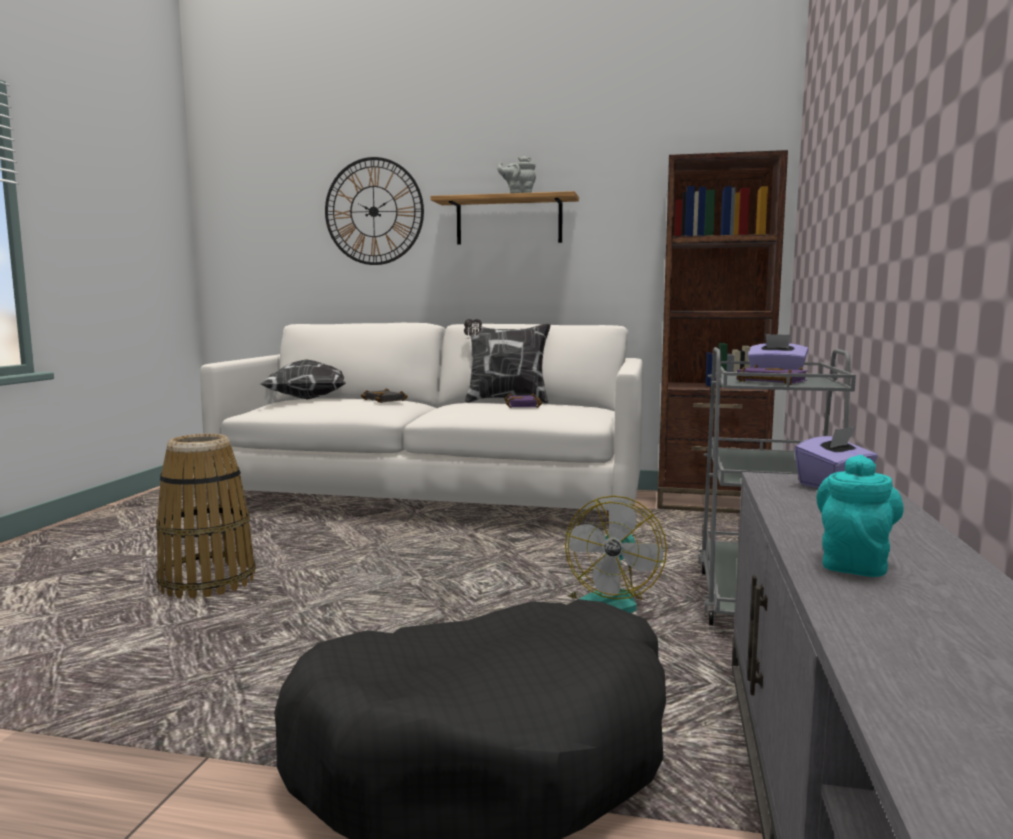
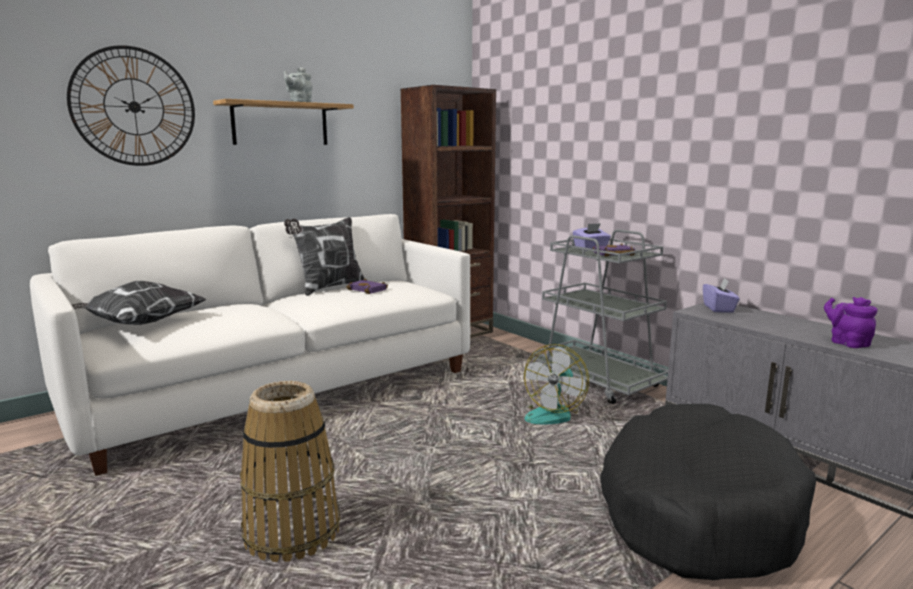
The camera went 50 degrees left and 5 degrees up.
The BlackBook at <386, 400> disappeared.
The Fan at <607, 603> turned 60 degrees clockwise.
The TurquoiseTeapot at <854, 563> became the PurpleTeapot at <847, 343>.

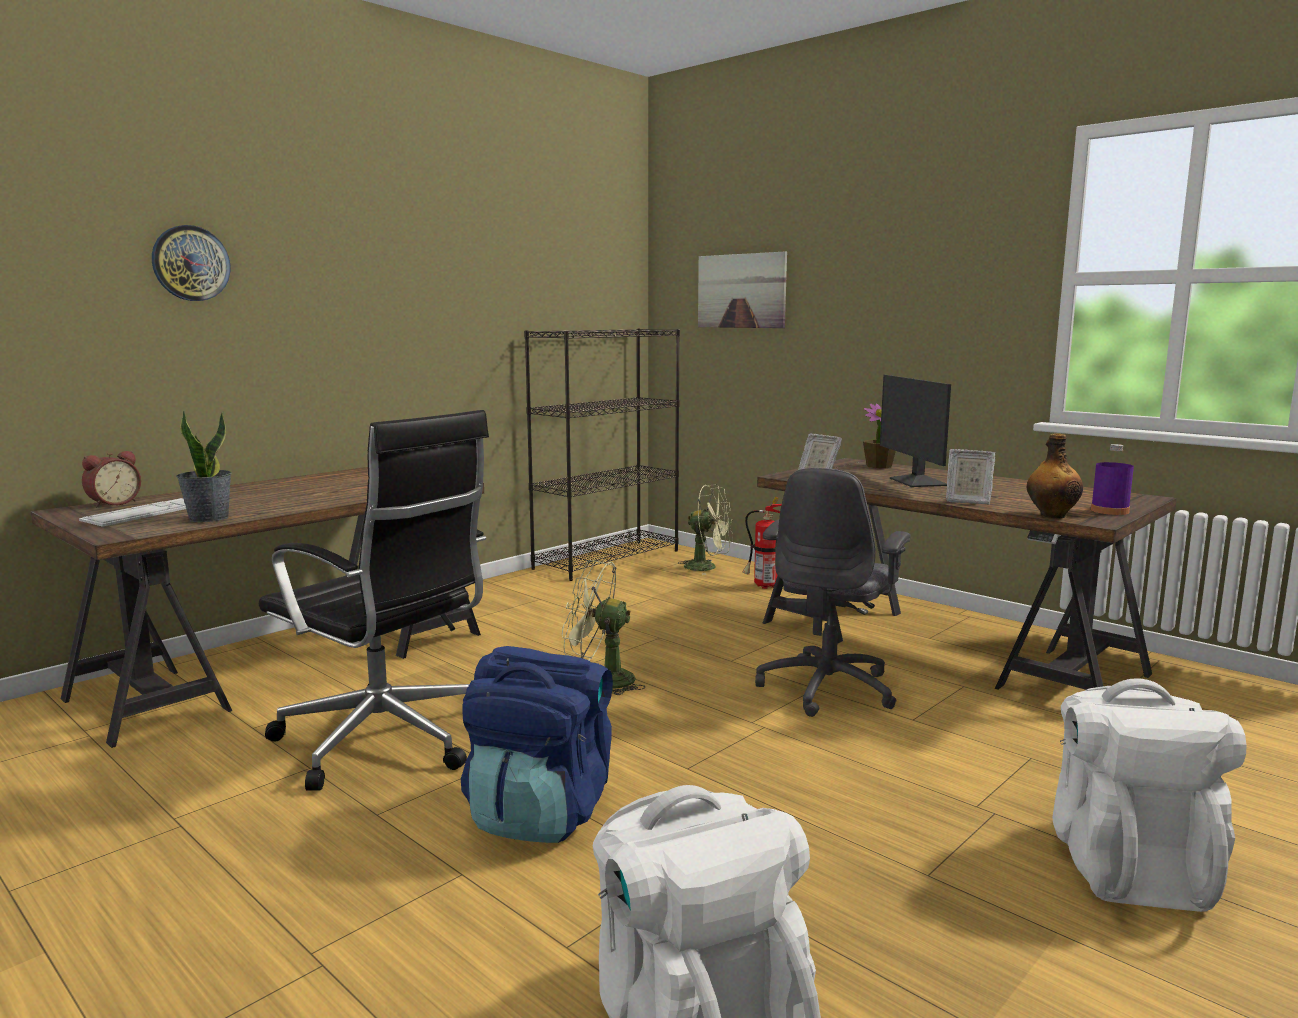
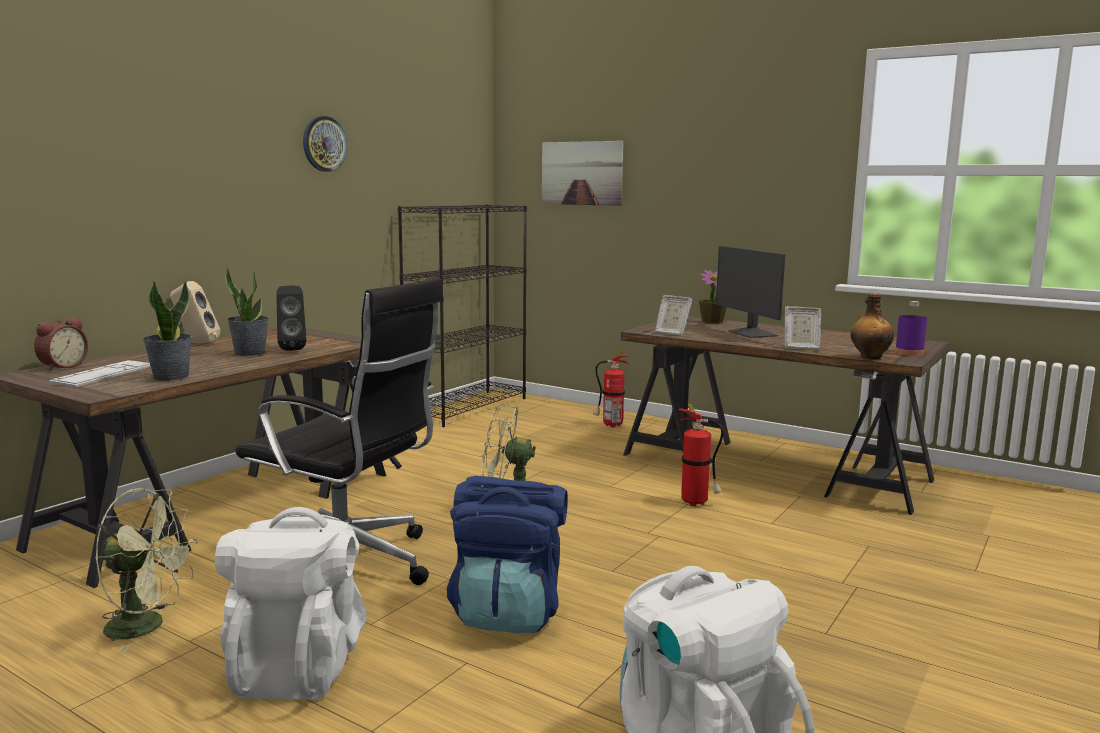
The camera went 10 degrees left and 0 degrees up.
The WallClock moved from <190, 263> to <324, 144>.
The GreenFan moved from <707, 567> to <147, 626>.
The GreyOfficeChair at <828, 688> was replaced by the FireExtinguisher at <697, 503>.
The WhiteBackpack moved from <1129, 865> to <297, 665>.
The BeigeSpeaker at <196, 343> appeared.
The PottedPlant at <250, 353> appeared.
The BlackSpeaker at <292, 349> appeared.

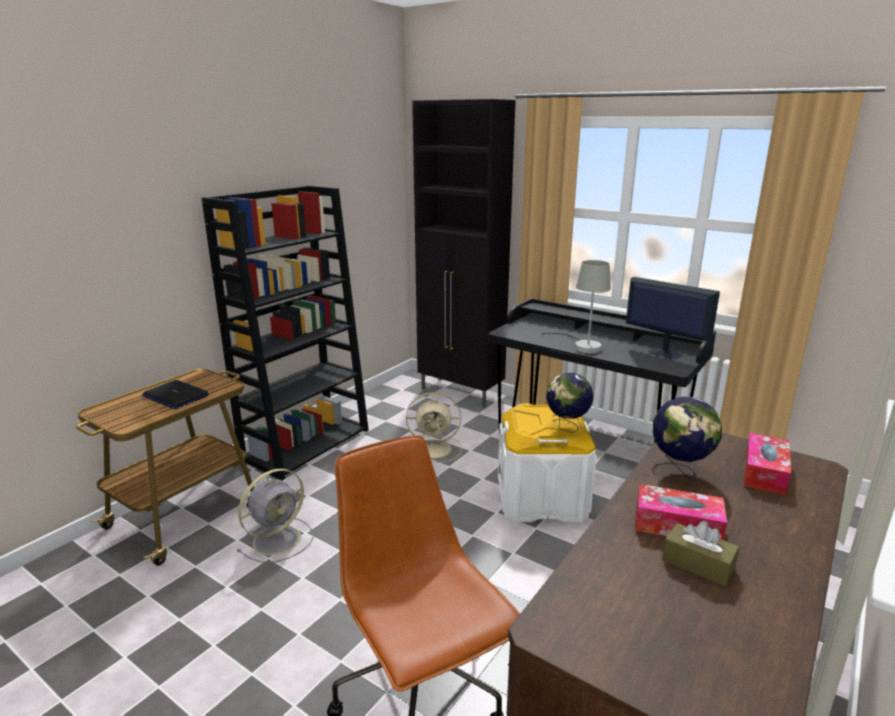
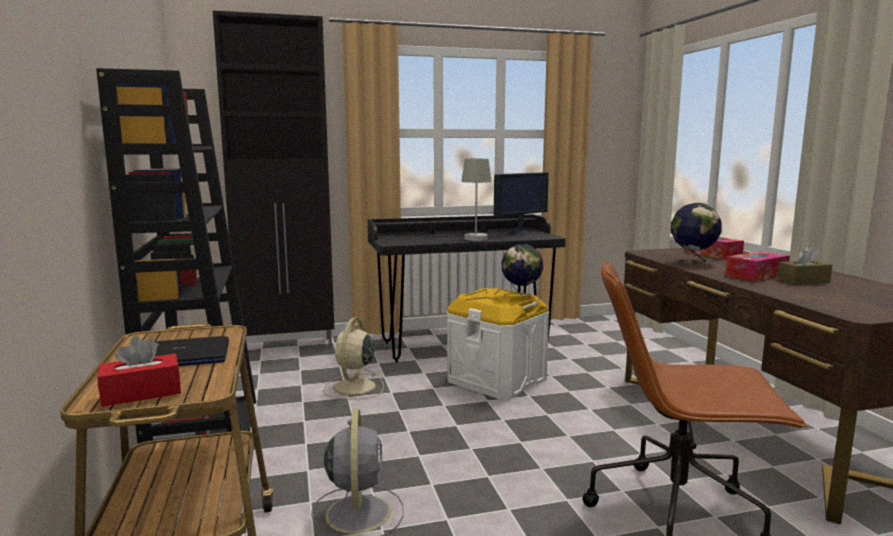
The camera went 50 degrees left and 10 degrees down.
The BeigeFan at <435, 449> turned 150 degrees clockwise.
The Monitor at <664, 353> turned 150 degrees clockwise.
The RedTissueBox at <141, 393> appeared.

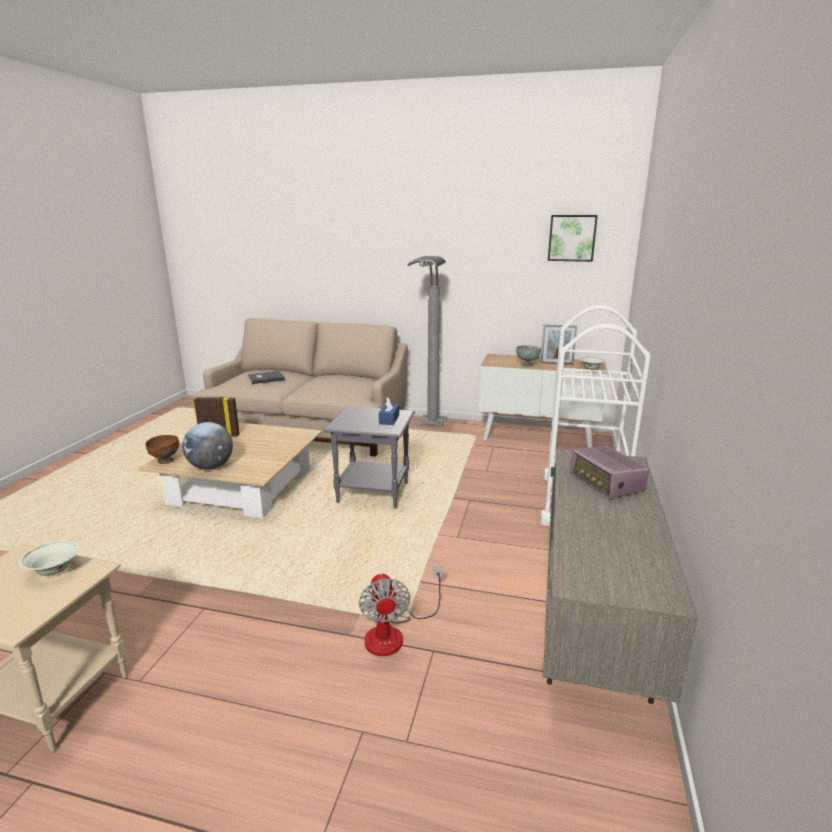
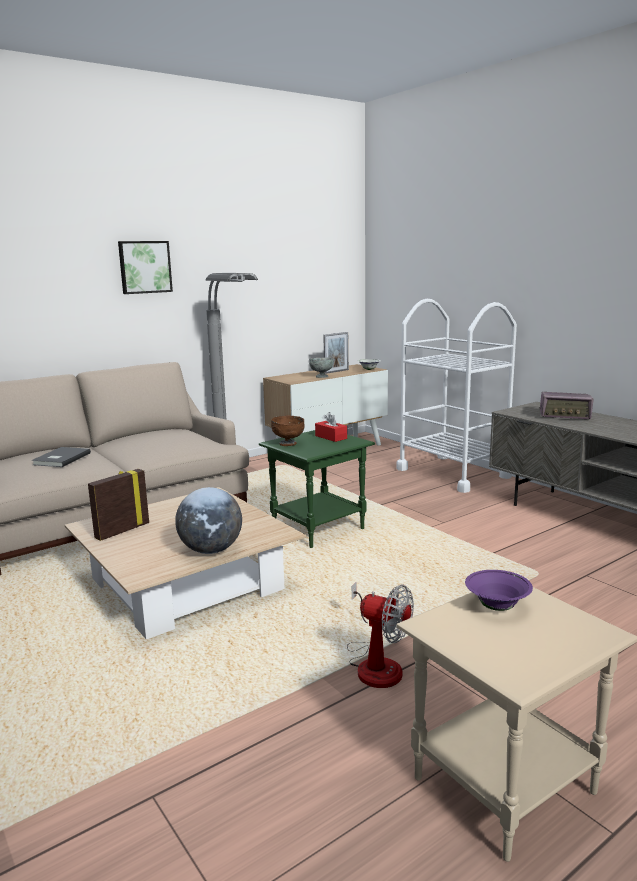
The camera went 50 degrees left and 5 degrees down.
The WhiteBowl at <54, 571> became the PurpleBowl at <497, 607>.
The BrownBowl moved from <165, 461> to <288, 444>.
The GreySideTable at <374, 493> became the GreenSideTable at <319, 529>.
The Fan moved from <394, 633> to <375, 663>.
The BlueTissueBox at <389, 419> became the RedTissueBox at <331, 437>.
The Picture moved from <572, 238> to <144, 267>.

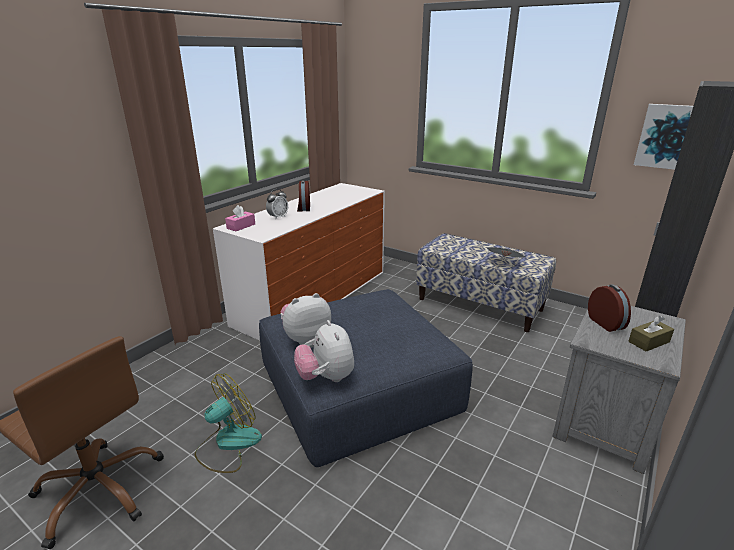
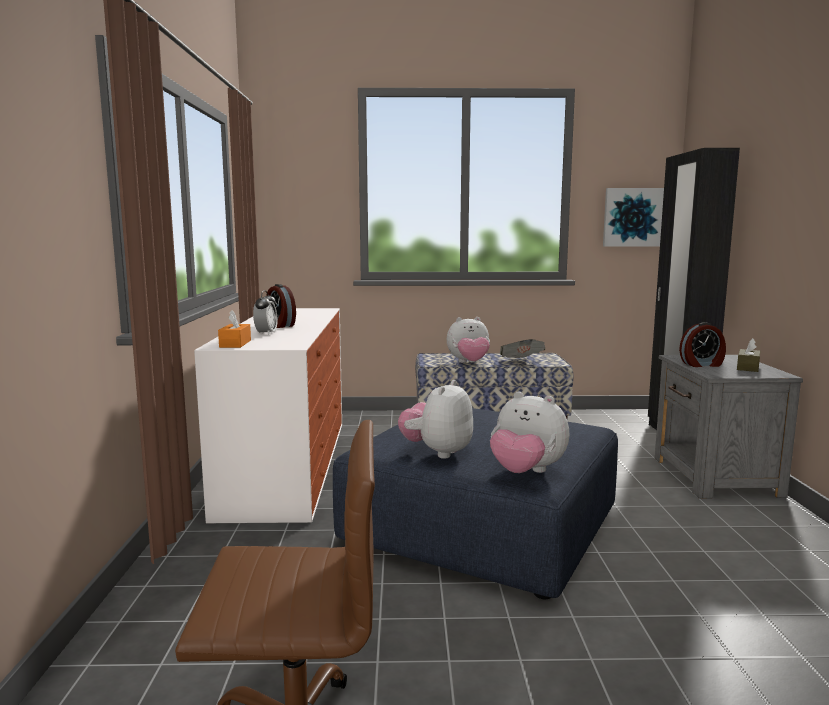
The camera went 35 degrees left and 15 degrees down.
The Fan at <228, 444> disappeared.
The PinkTissueBox at <241, 226> became the OrangeTissueBox at <235, 344>.
The AlarmClock at <606, 323> turned 135 degrees clockwise.
The PlushToy at <469, 363> appeared.

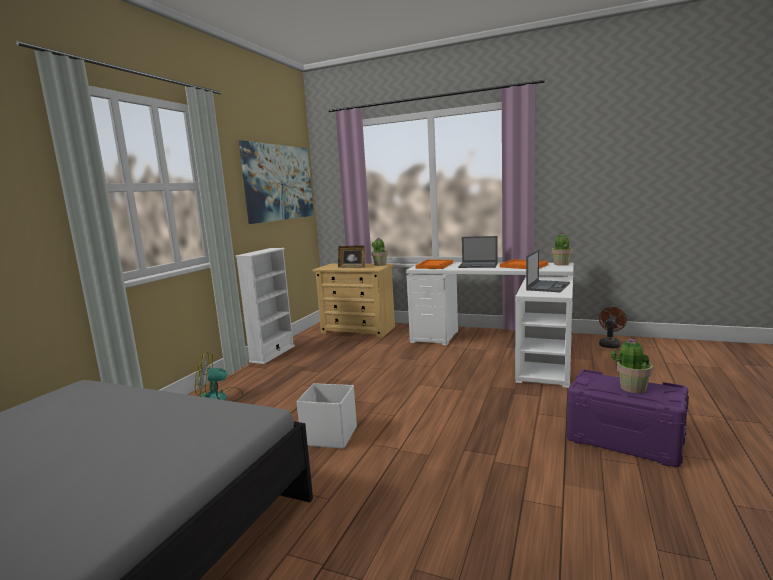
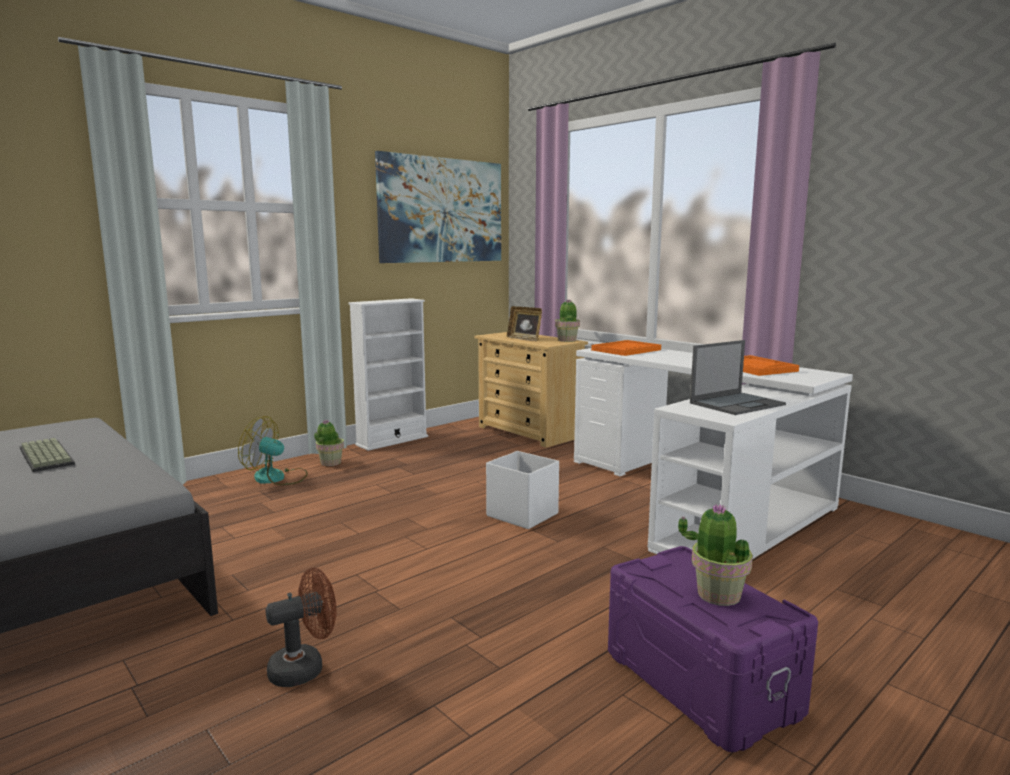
The camera went 25 degrees right and 0 degrees up.
The WhiteStorageBox moved from <329, 436> to <522, 514>.
The Laptop at <478, 265> disappeared.
The PottedPlant moved from <561, 264> to <330, 463>.
The BrownFan moved from <610, 344> to <305, 668>.
The Keyboard at <44, 456> appeared.

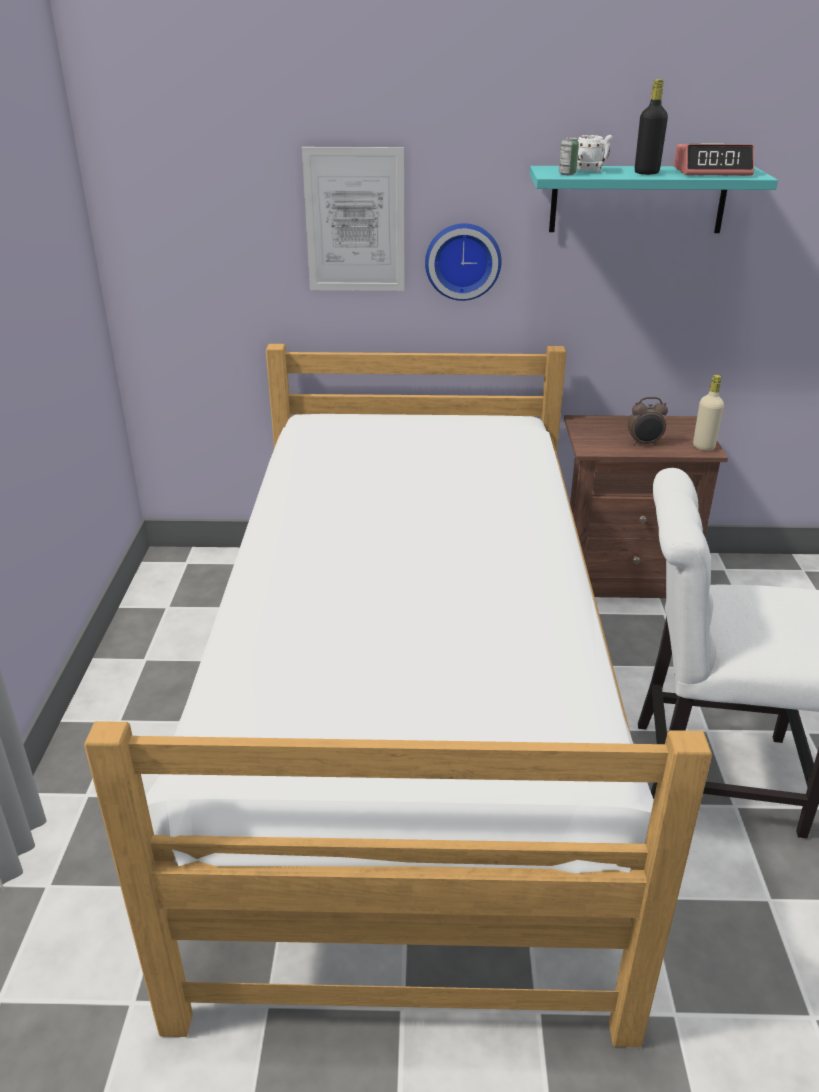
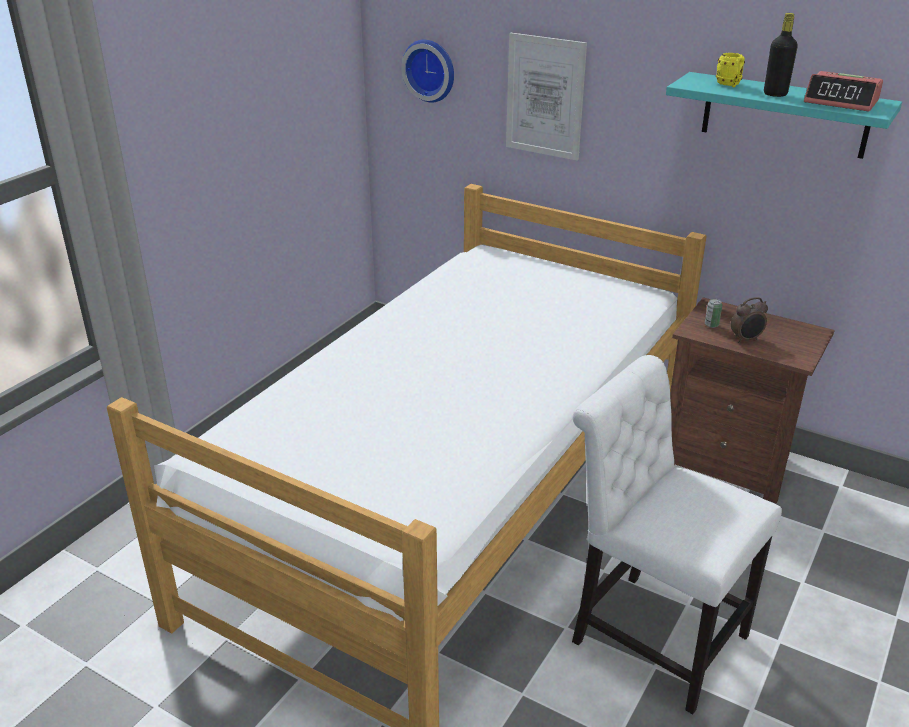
The camera went 30 degrees right and 0 degrees up.
The WallClock moved from <463, 260> to <430, 70>.
The Can moved from <567, 174> to <711, 325>.
The WhiteMug at <591, 171> became the YellowMug at <730, 85>.
The AlarmClock at <644, 444> turned 45 degrees counterclockwise.
The BeigeBottle at <703, 447> disappeared.

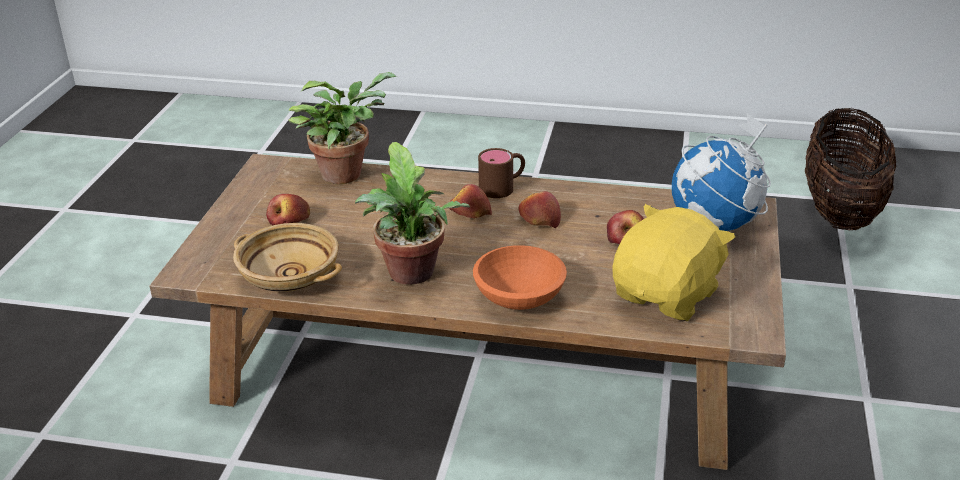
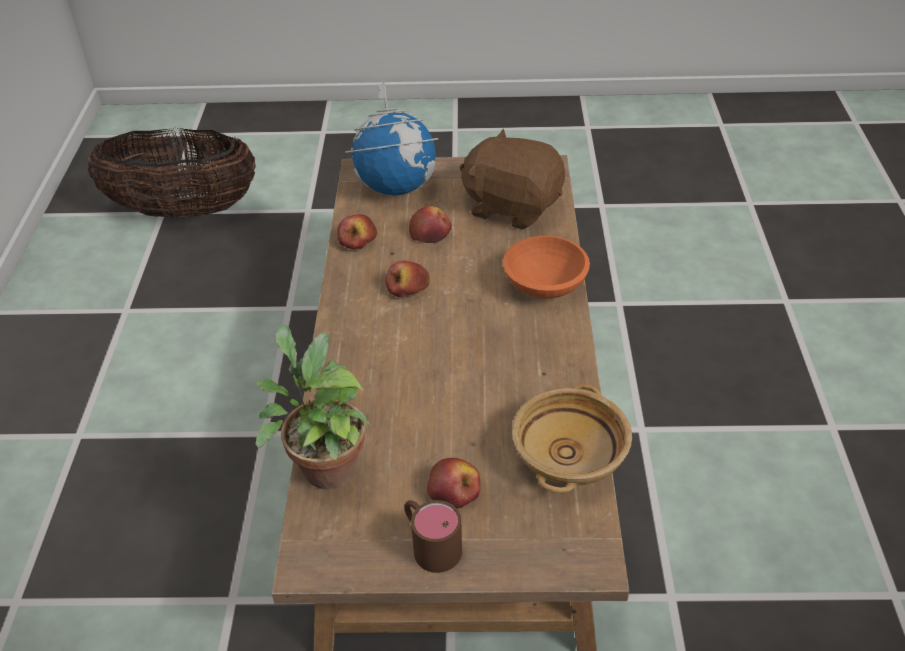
The camera went 100 degrees left and 10 degrees up.
The PottedPlant at <412, 276> disappeared.
The Apple moved from <470, 213> to <358, 241>.
The BrownMug moved from <503, 187> to <430, 544>.
The YellowPlushToy at <668, 295> became the BrownPlushToy at <512, 206>.

